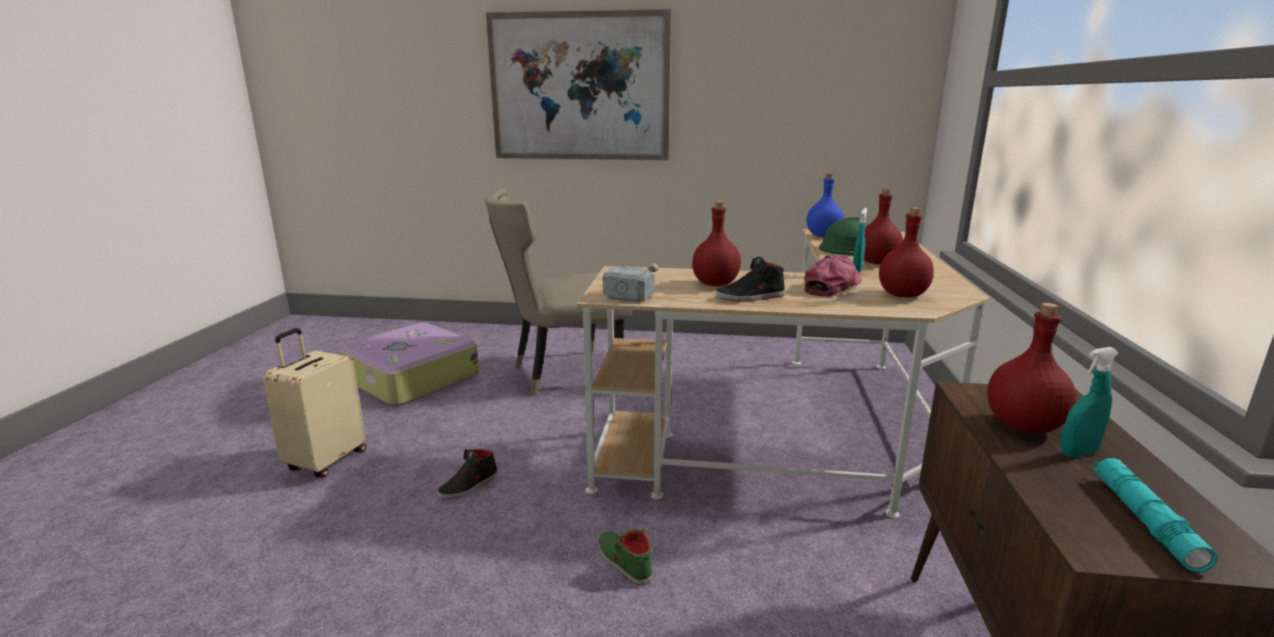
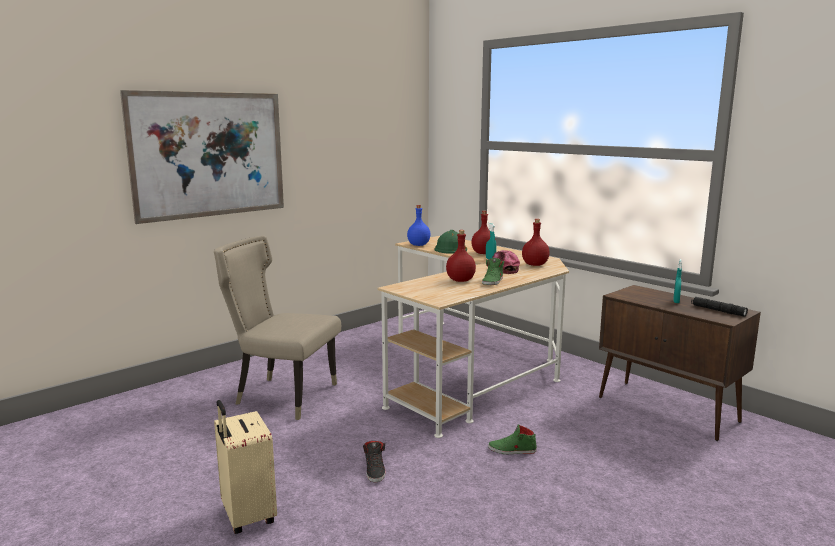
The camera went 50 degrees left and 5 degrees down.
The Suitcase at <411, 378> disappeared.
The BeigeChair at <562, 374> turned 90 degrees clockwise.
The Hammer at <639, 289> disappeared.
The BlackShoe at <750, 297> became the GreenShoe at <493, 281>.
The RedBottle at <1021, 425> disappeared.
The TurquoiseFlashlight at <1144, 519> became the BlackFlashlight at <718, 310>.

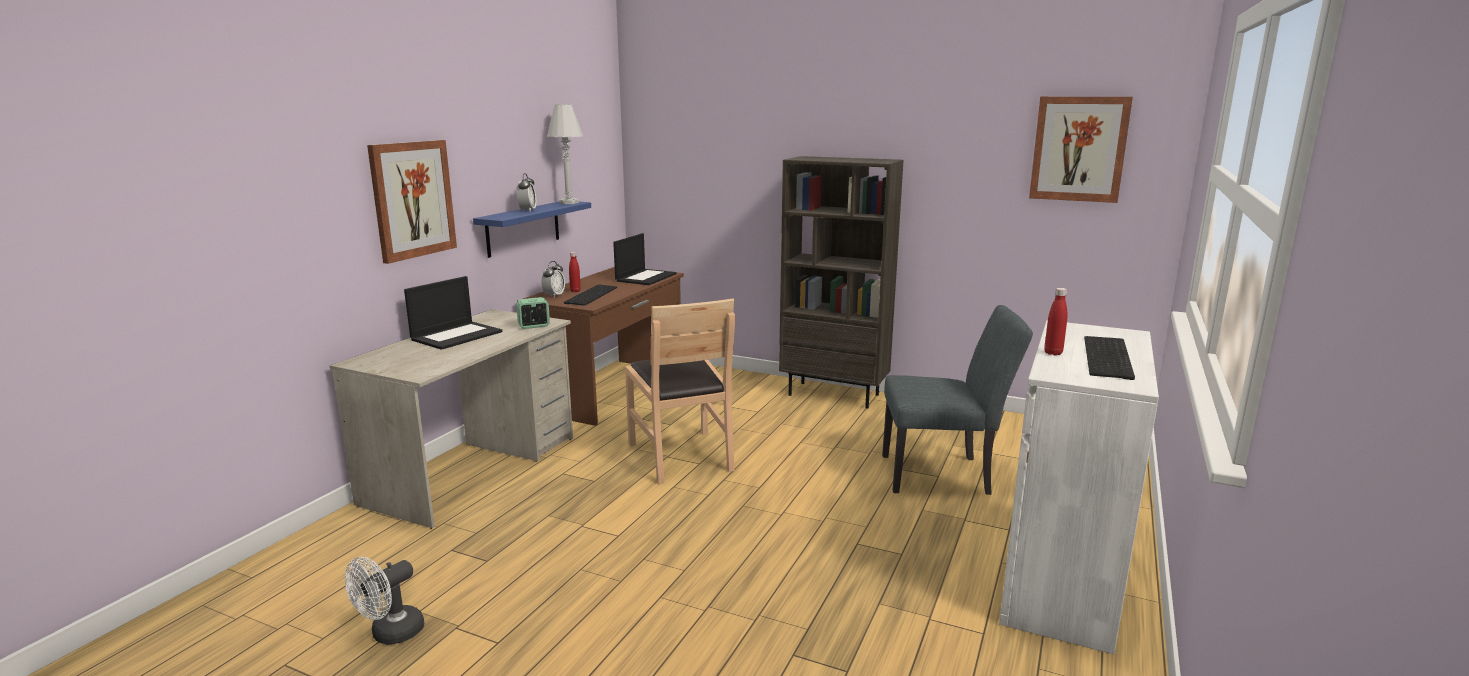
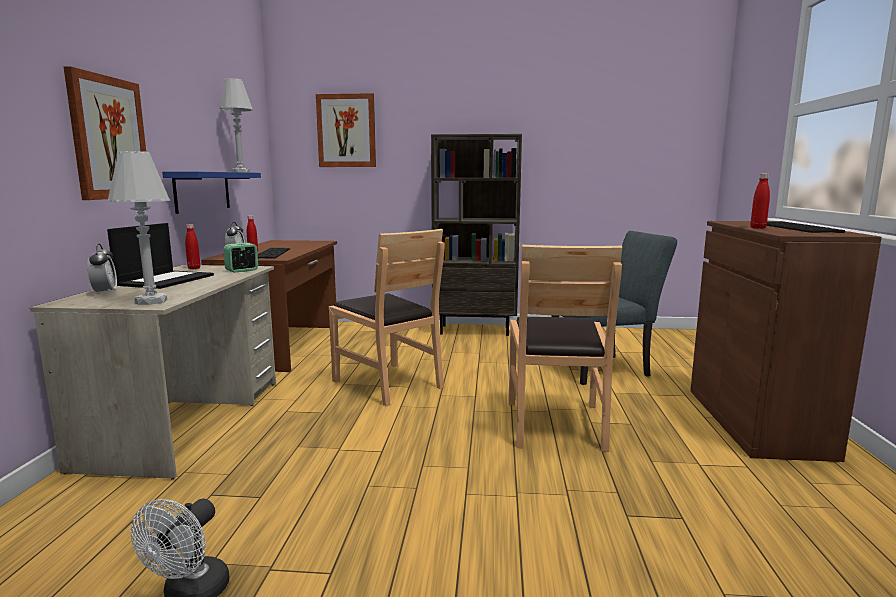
The camera went 20 degrees left and 5 degrees down.
The AlarmClock moved from <527, 211> to <105, 292>.
The Laptop at <646, 277> disappeared.
The WhiteCabinet at <1061, 581> became the BrownCabinet at <756, 421>.
The Picture moved from <1079, 149> to <346, 131>.
The WhiteTableLamp at <151, 301> appeared.
The RedBottle at <194, 268> appeared.
The BrownChair at <556, 424> appeared.

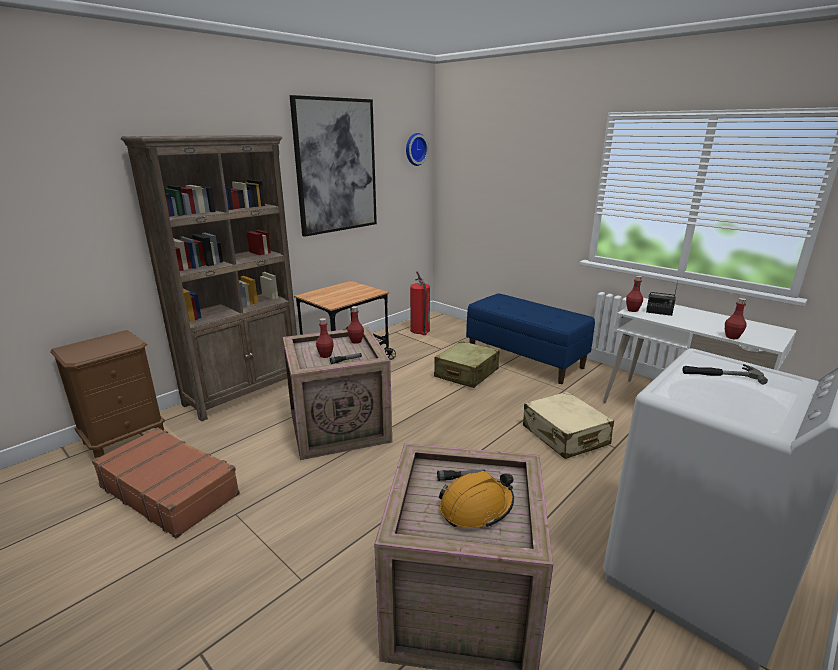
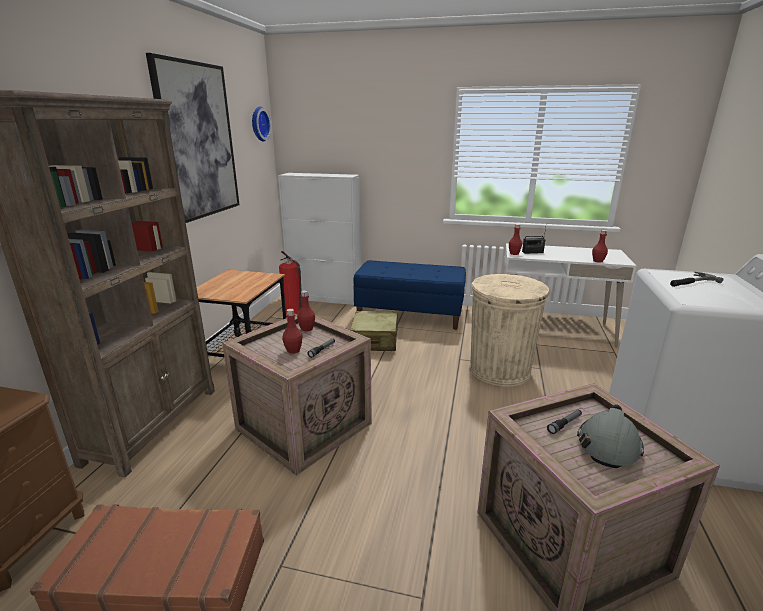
The camera went 30 degrees left and 0 degrees up.
The OrangeHardHat at <476, 508> became the GreyHardHat at <608, 444>.
The BeigeSuitcase at <565, 435> was replaced by the BeigeTrashCan at <500, 370>.
The WhiteCabinet at <325, 298> appeared.

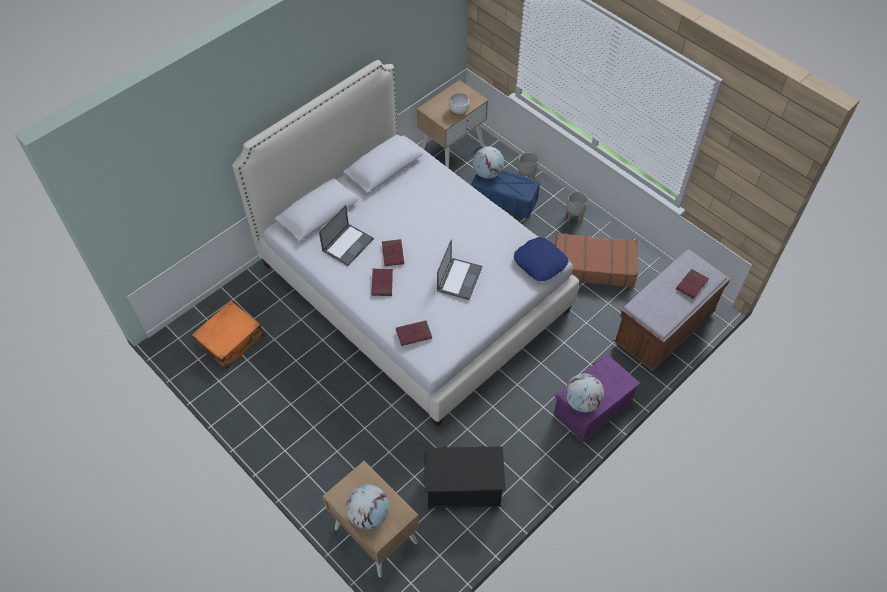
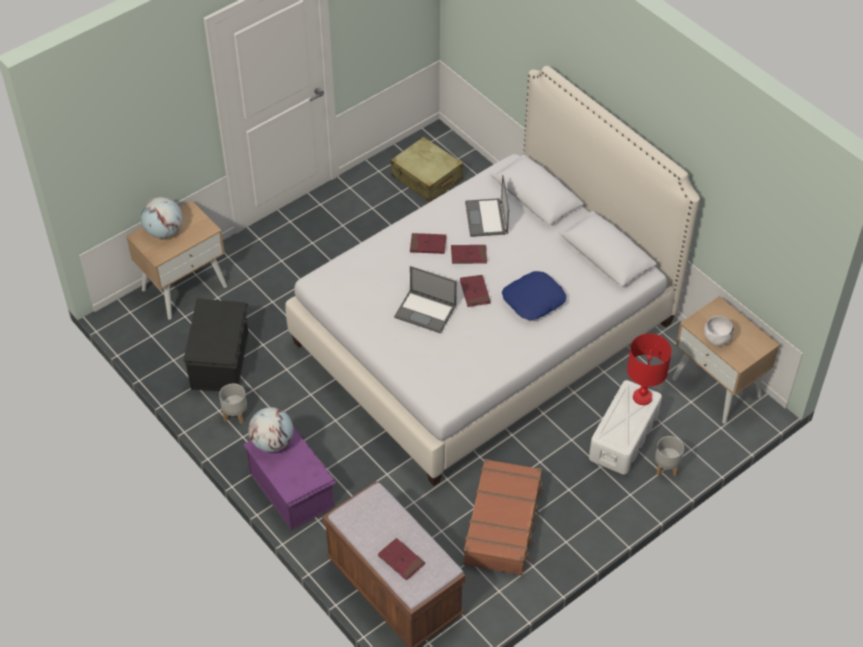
The camera went 95 degrees right and 5 degrees down.
The OrangeSuitcase at <230, 340> became the BeigeSuitcase at <427, 178>.
The Laptop at <348, 244> turned 45 degrees clockwise.
The RedBook moved from <414, 334> to <475, 292>.
The BlueStorageBox at <504, 199> became the WhiteStorageBox at <623, 437>.
The Globe at <487, 173> was replaced by the RedTableLamp at <642, 397>.
The BluePillow moved from <540, 262> to <534, 300>.
The GreyPlanter moved from <574, 215> to <236, 415>.

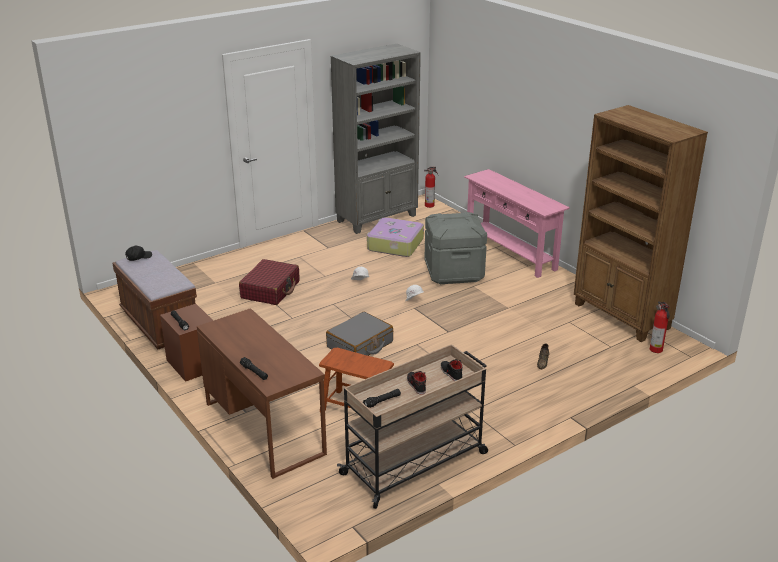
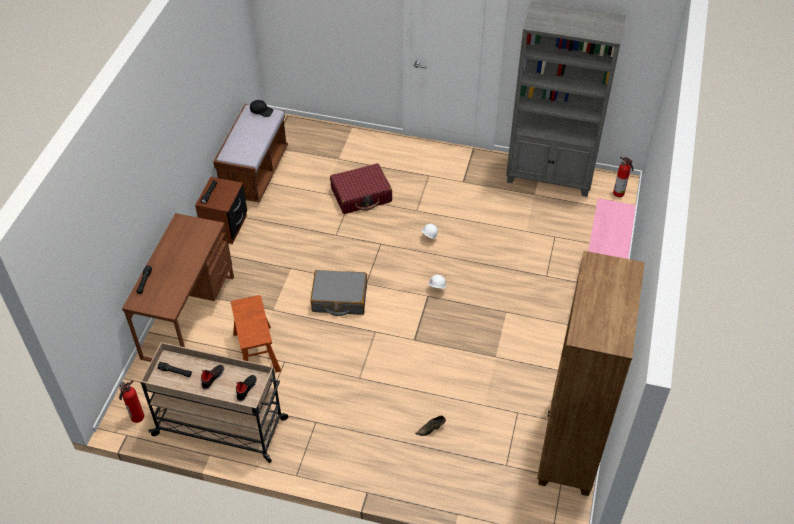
The camera went 50 degrees right and 20 degrees up.
The Suitcase at <394, 244> disappeared.
The GreyStorageBox at <454, 272> disappeared.
The FireExtinguisher moved from <656, 350> to <136, 417>.

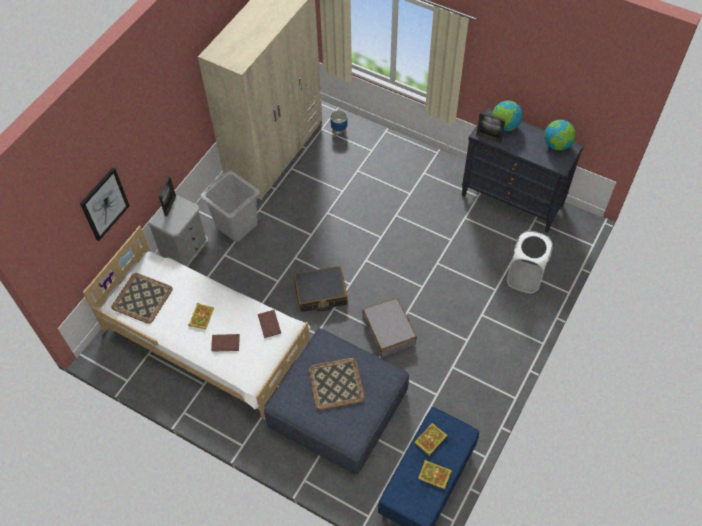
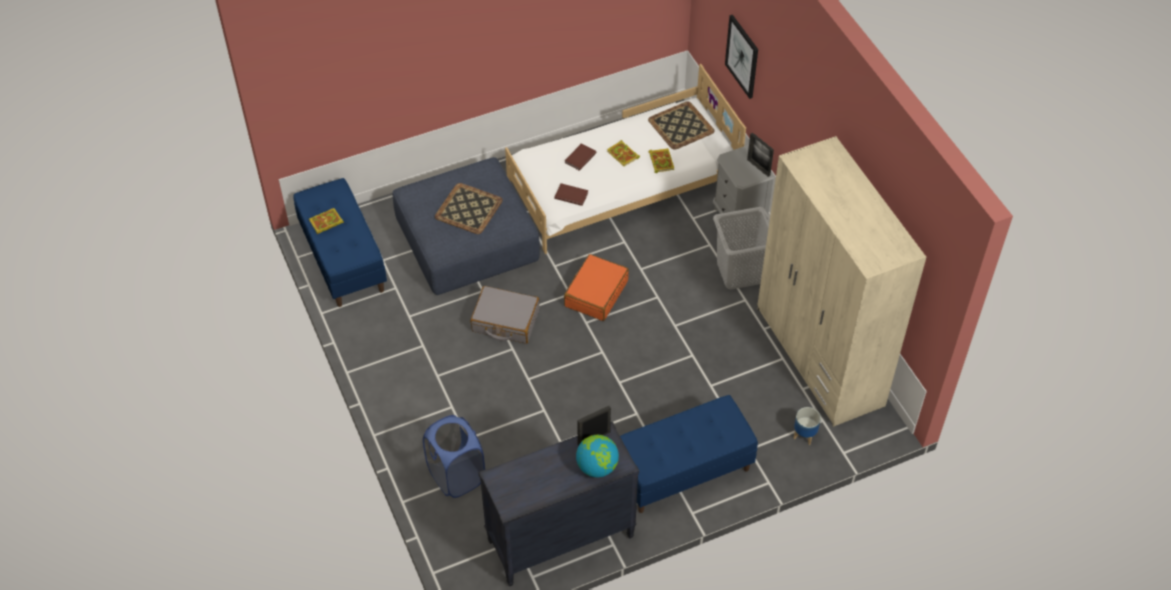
The camera went 125 degrees right and 5 degrees down.
The BlackSuitcase at <321, 293> became the OrangeSuitcase at <596, 293>.
The Book moved from <430, 440> to <660, 161>.
The WhiteLaundryBasket at <525, 277> became the BlueLaundryBasket at <456, 475>.
The Globe at <557, 145> disappeared.
The BlueBench at <683, 471> appeared.

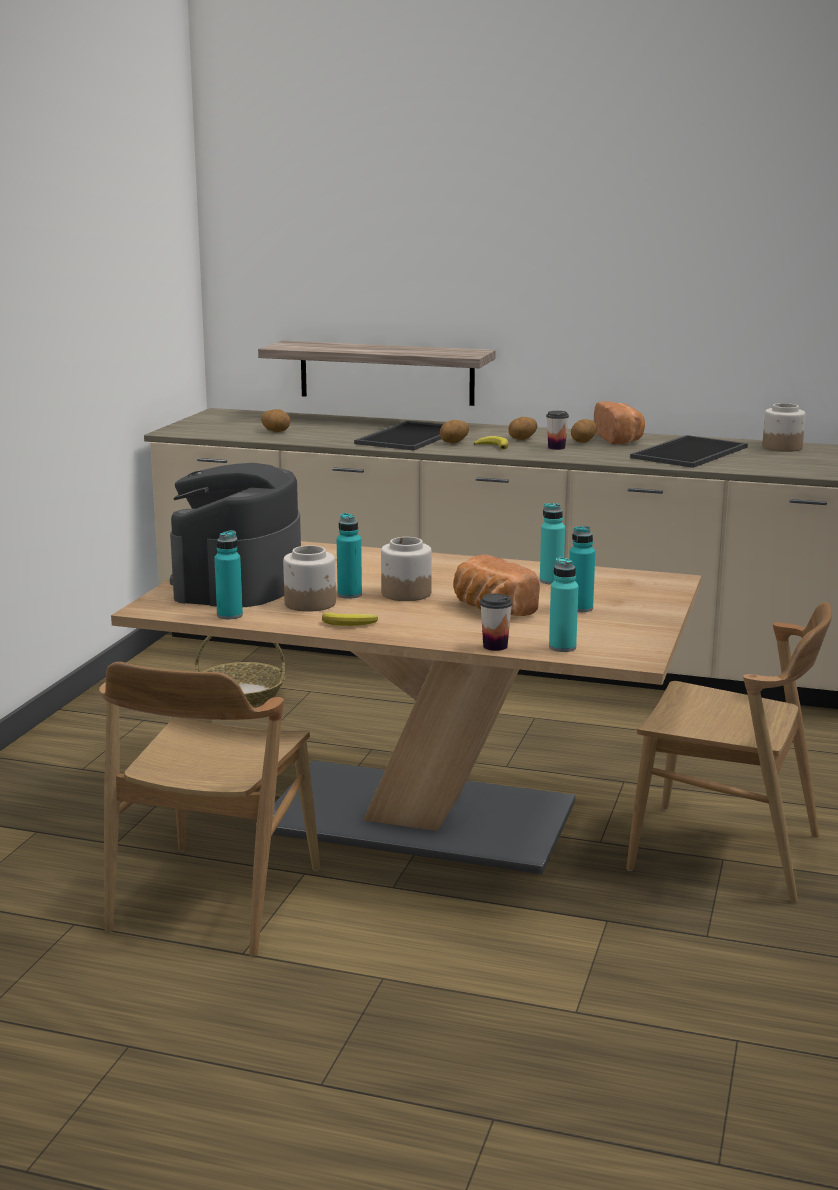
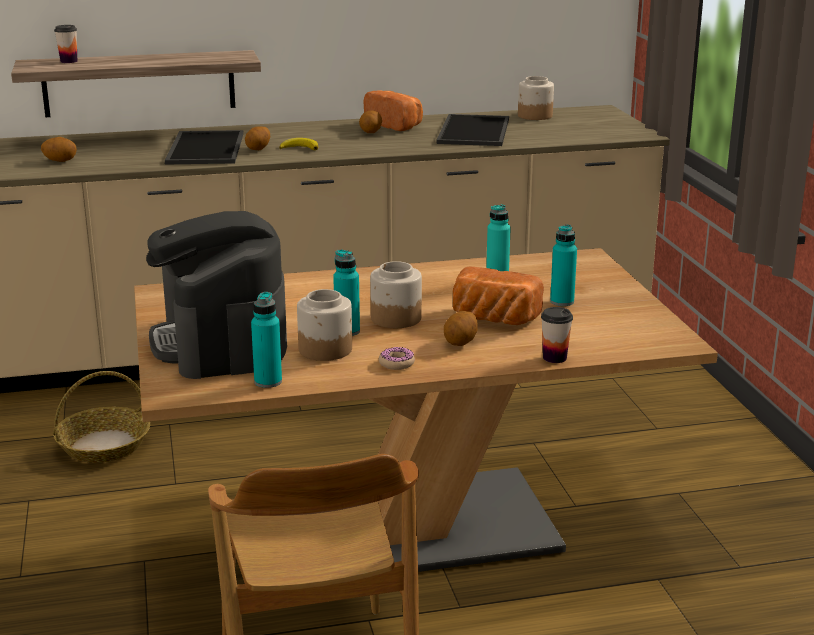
The camera went 30 degrees left and 5 degrees up.
The Banana at <351, 623> was replaced by the Donut at <396, 363>.
The Potato moved from <522, 439> to <461, 342>.
The Cup moved from <556, 447> to <69, 61>.
The TurquoiseBottle at <562, 647> disappeared.
The BrownChair at <725, 853> disappeared.

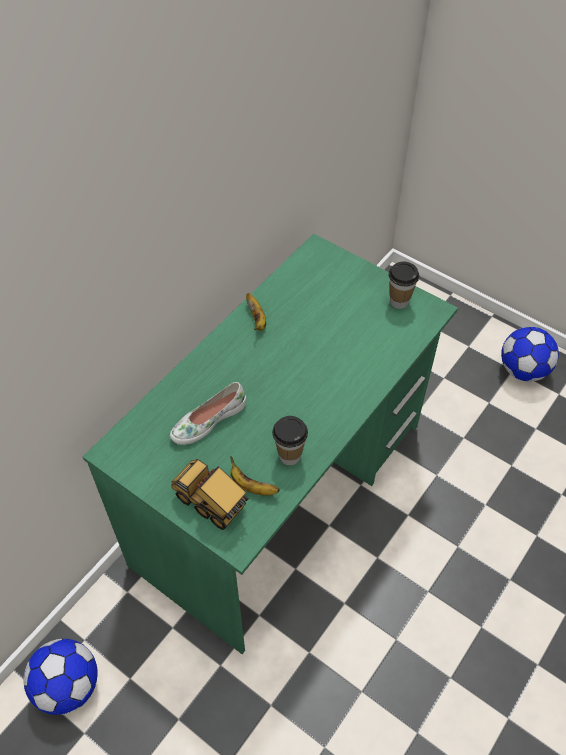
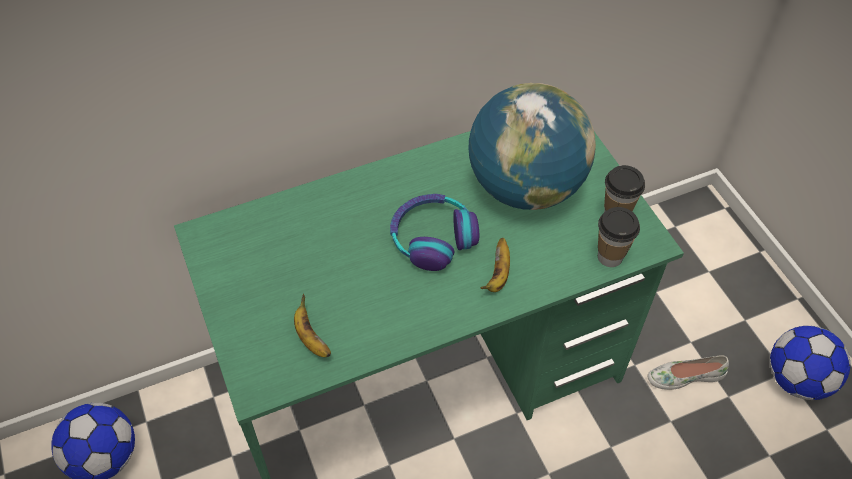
The camera went 30 degrees right and 0 degrees up.
The WhiteShoe moved from <208, 420> to <685, 375>.
The ToyTruck at <212, 504> disappeared.
The Banana moved from <257, 319> to <498, 275>.
The Cup moved from <289, 456> to <609, 257>.
The Headphones at <433, 238> appeared.
The Globe at <525, 187> appeared.

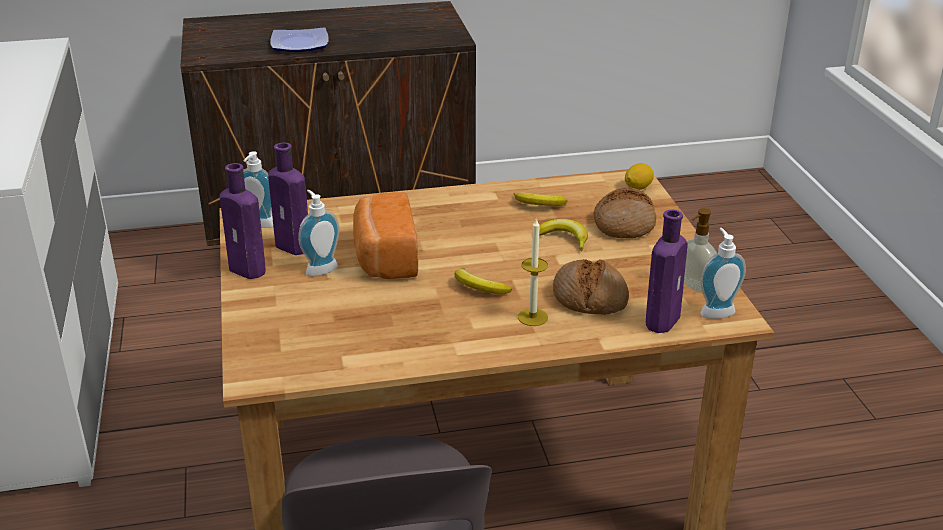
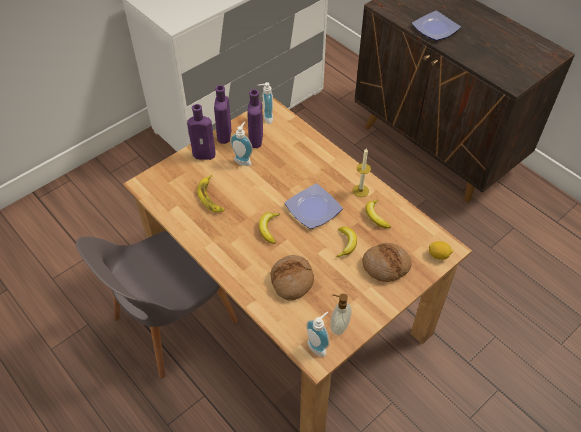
The camera went 60 degrees right and 20 degrees up.
The Bread at <384, 258> disappeared.
The Candle moved from <532, 317> to <360, 190>.
The PurpleBottle moved from <663, 319> to <206, 154>.
The Banana at <211, 197> appeared.
The Plate at <314, 209> appeared.

